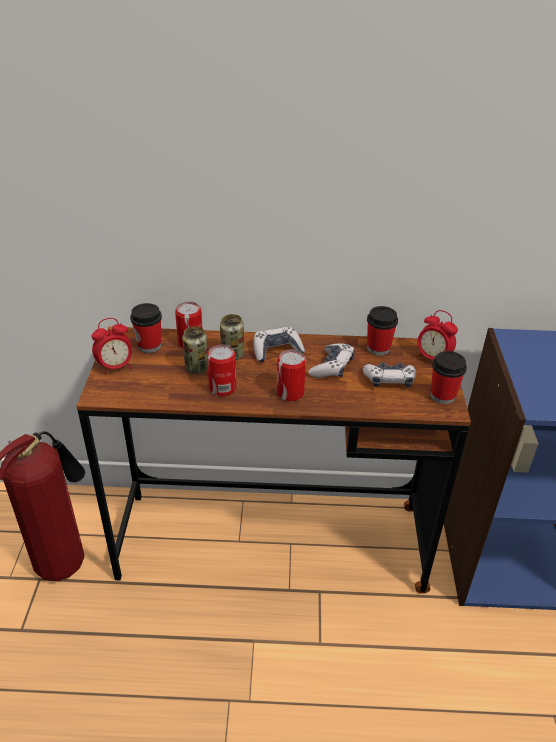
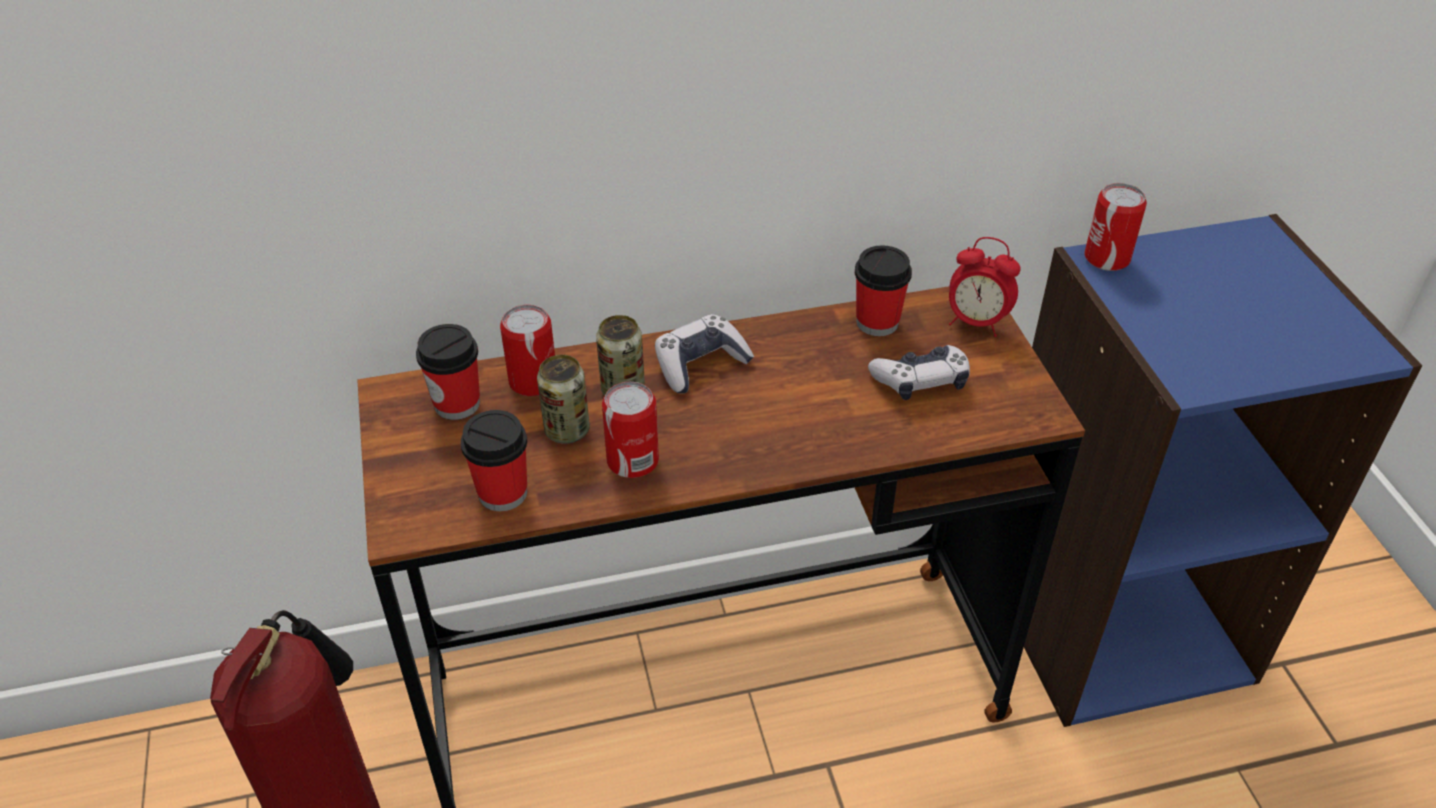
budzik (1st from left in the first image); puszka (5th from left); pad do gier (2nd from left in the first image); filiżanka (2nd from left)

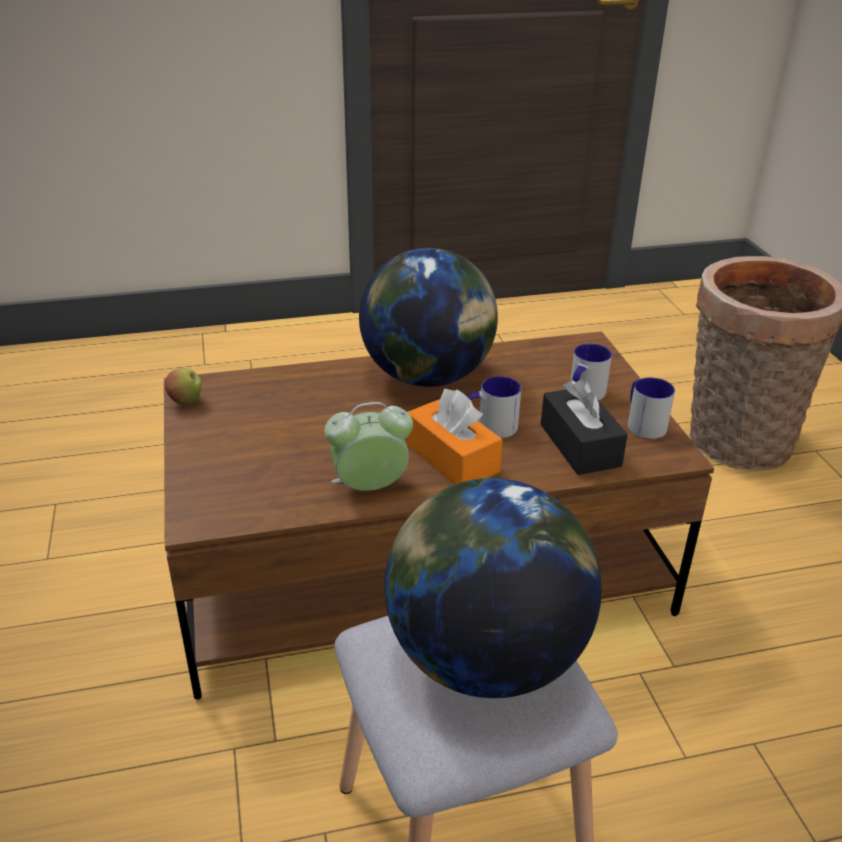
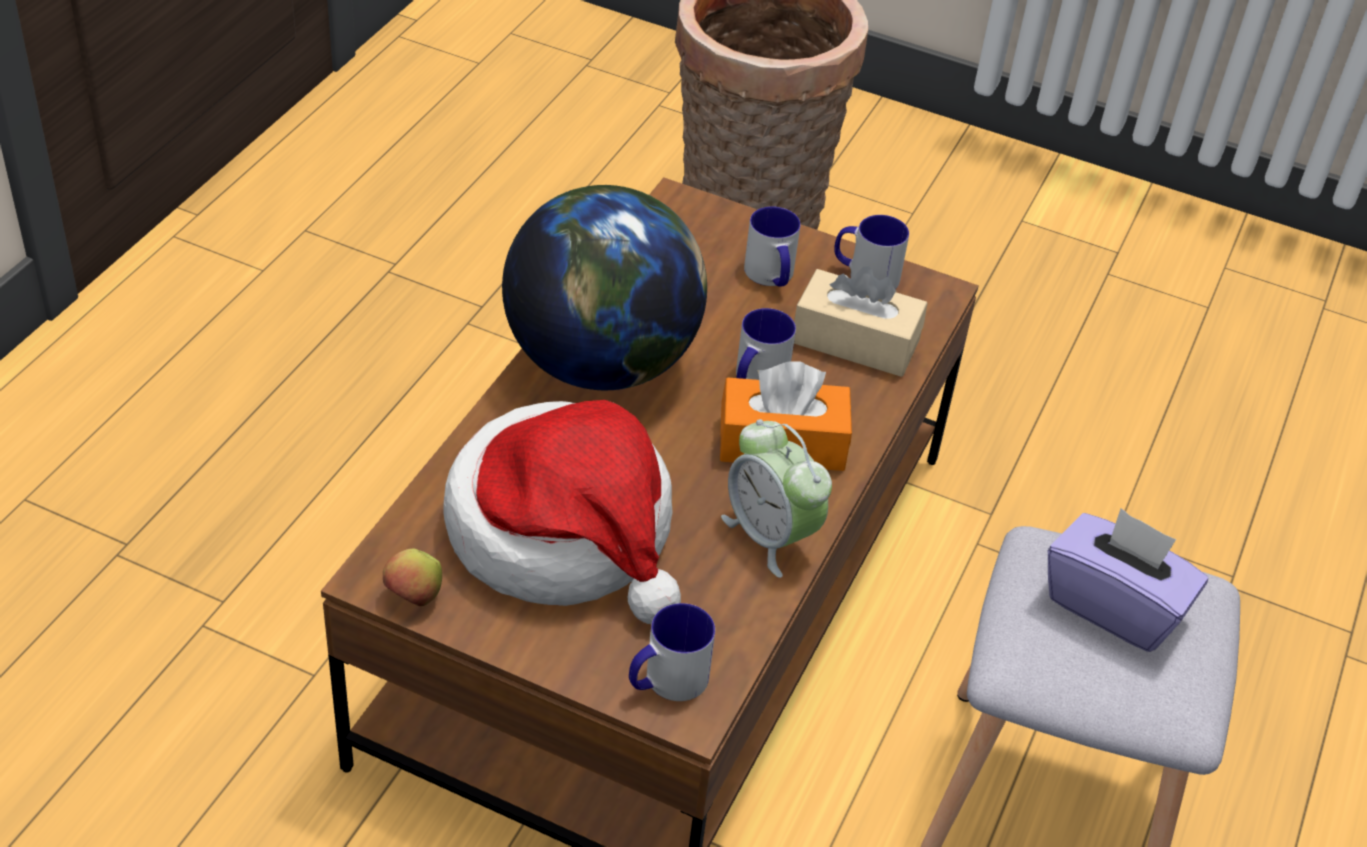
budzik; pudełko chusteczek (fioletowy); pudełko chusteczek (beżowy); kapelusz; kubek (1st from left)

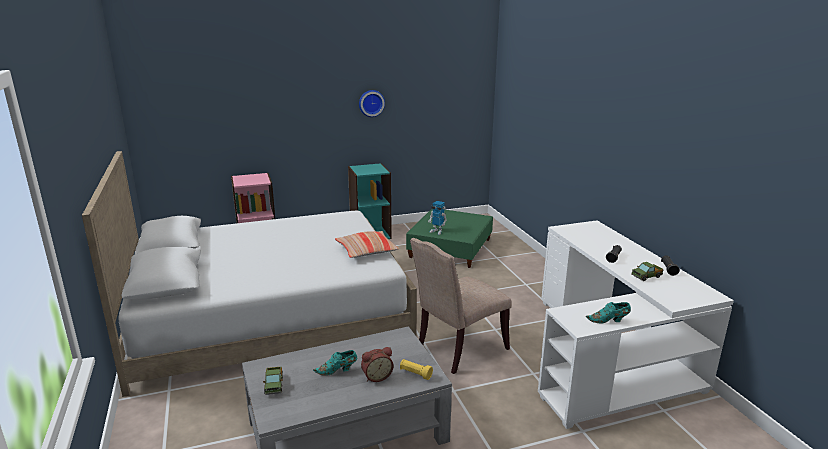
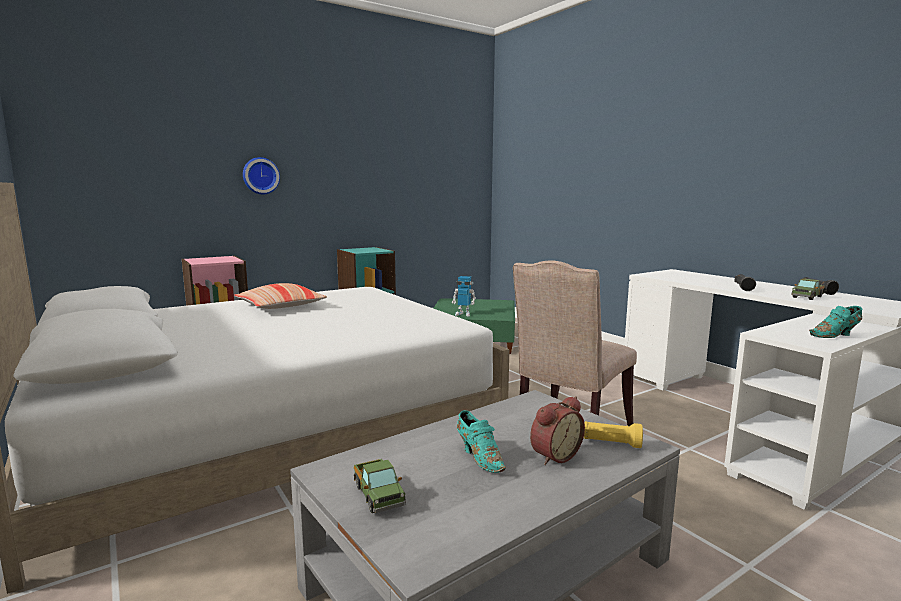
but (turkusowy) (1st from left); poduszka; zegar ścienny

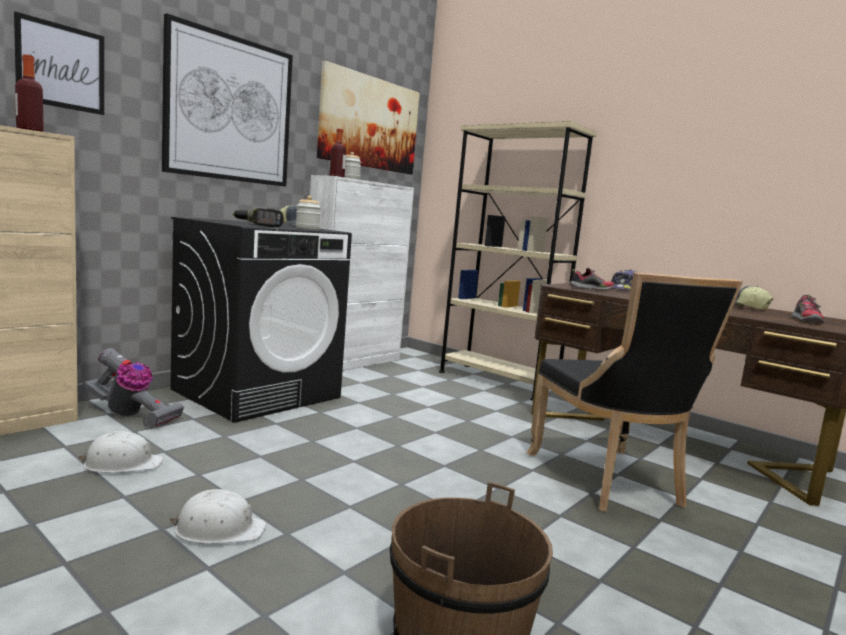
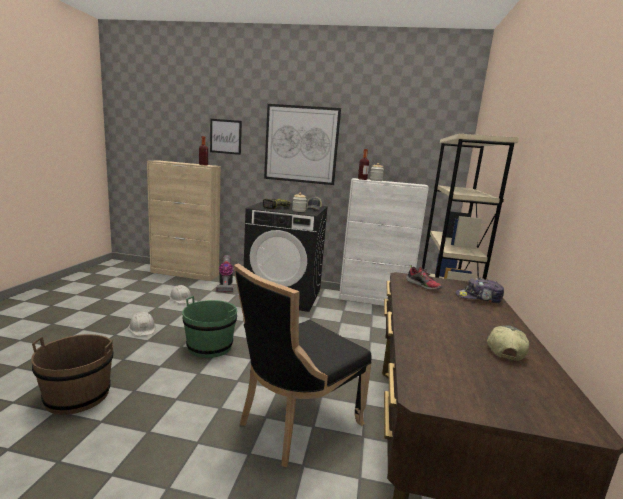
obraz (3rd from left in the first image); but (2nd from left in the first image); wiadro (zielony)

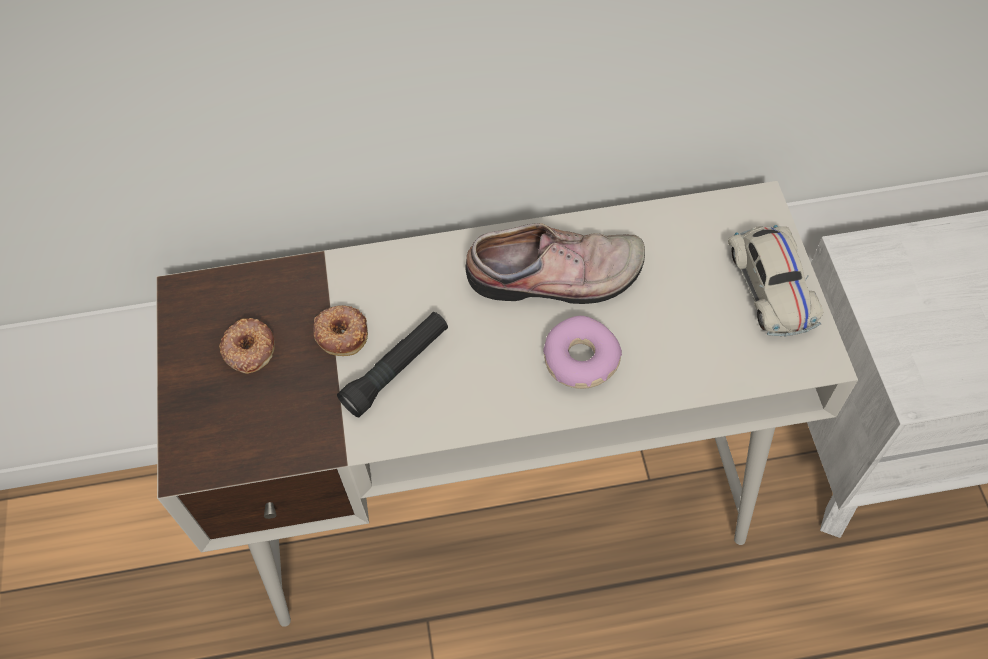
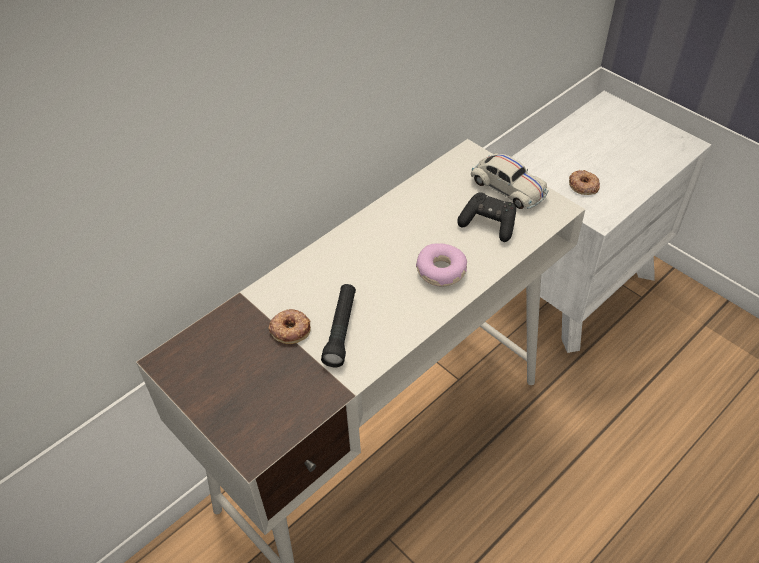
donut (3rd from left); but; pad do gier (czarny)

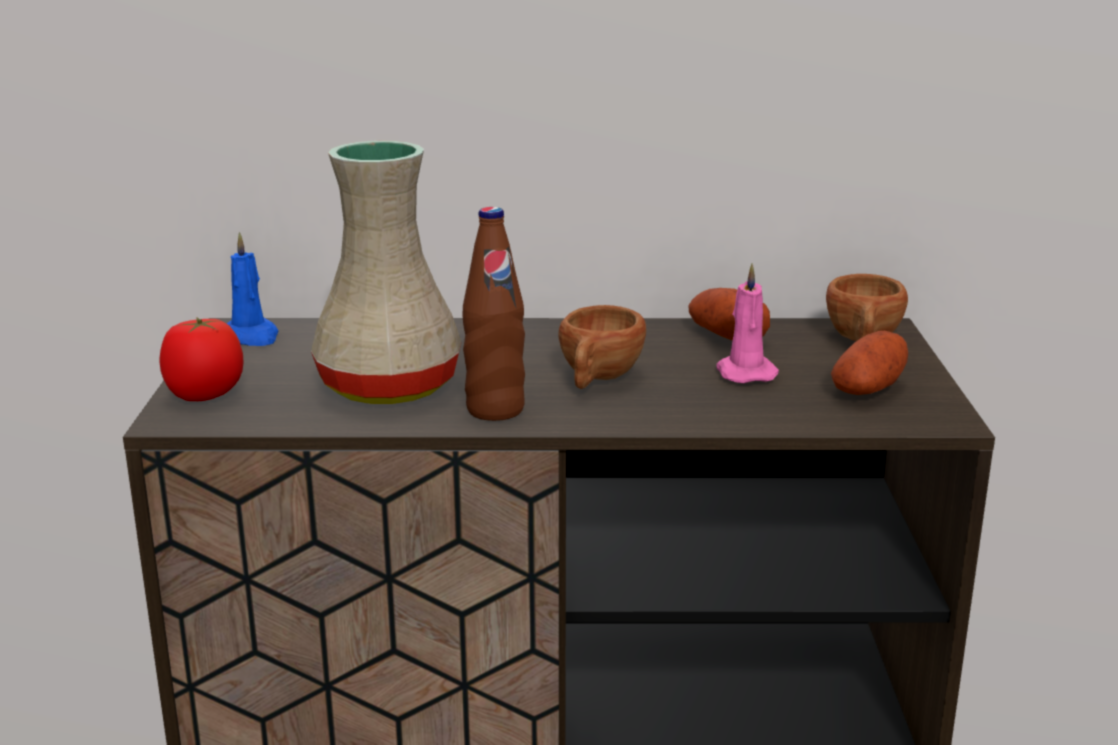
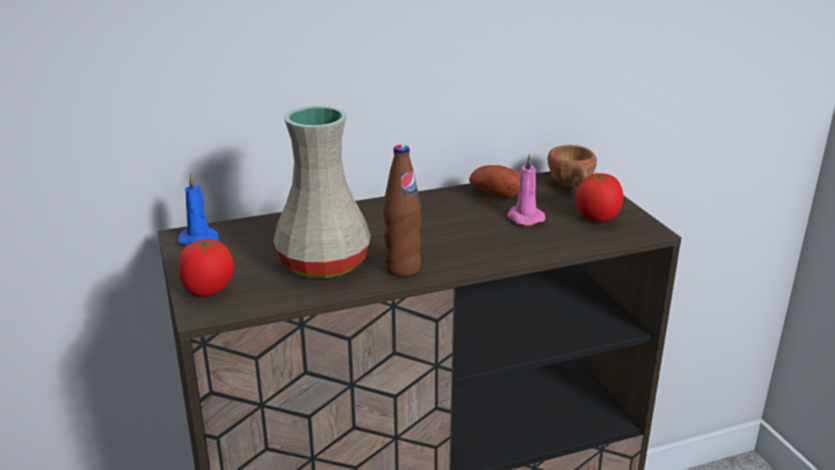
filiżanka (brązowy) (1st from left in the first image); pomidor (2nd from left)

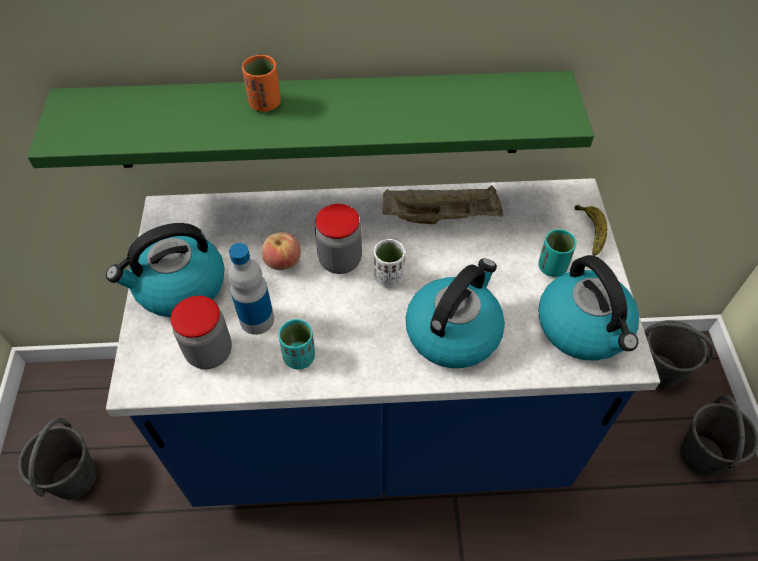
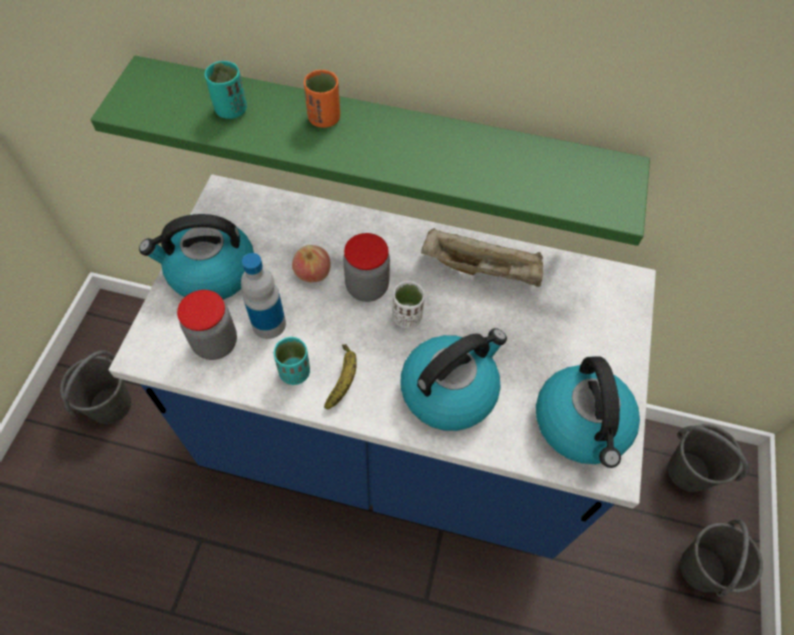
filiżanka (turkusowy) (1st from left); banan

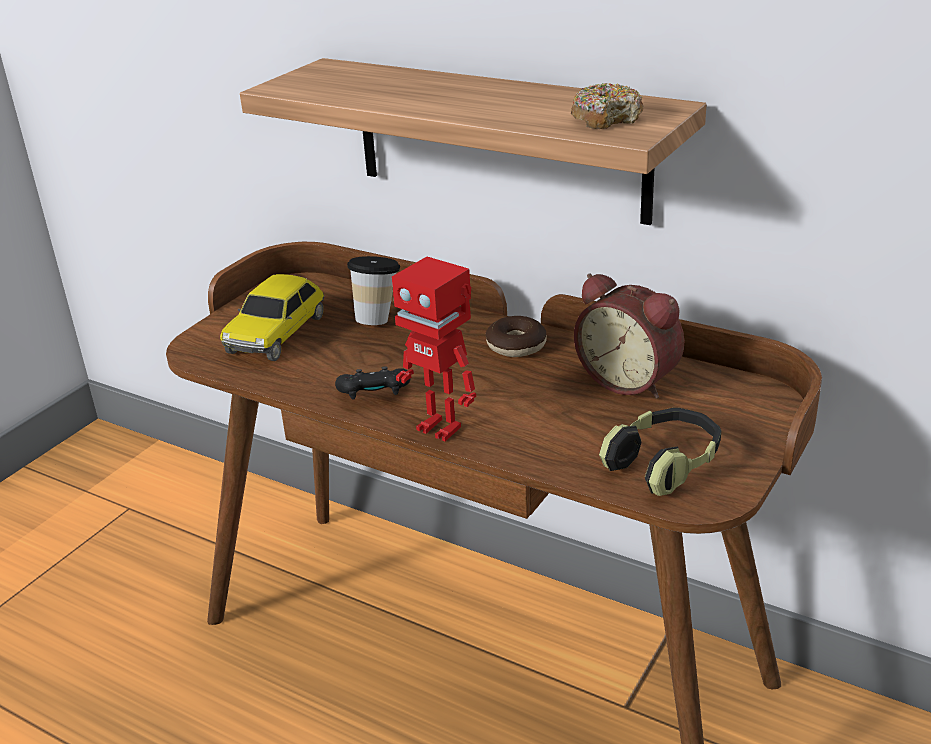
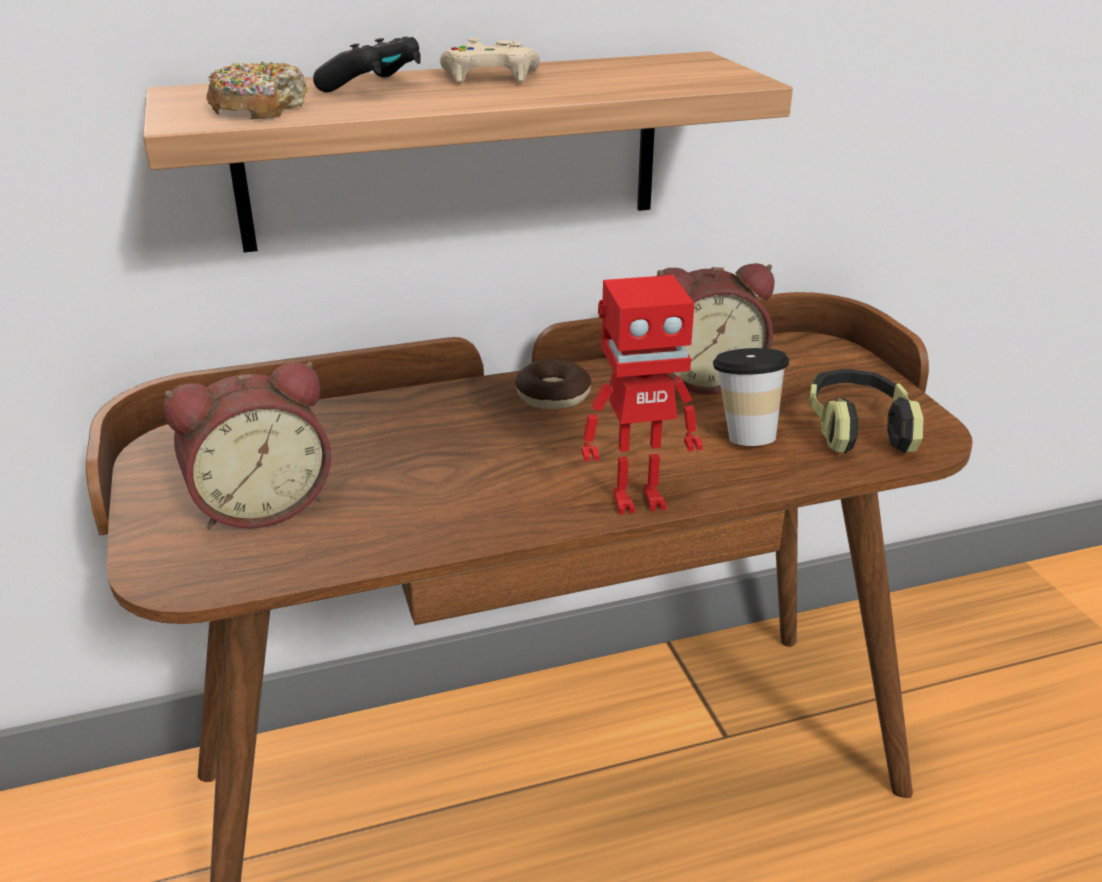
budzik (1st from left); pad do gier (czarny); filiżanka; donut (1st from left); pad do gier (beżowy)

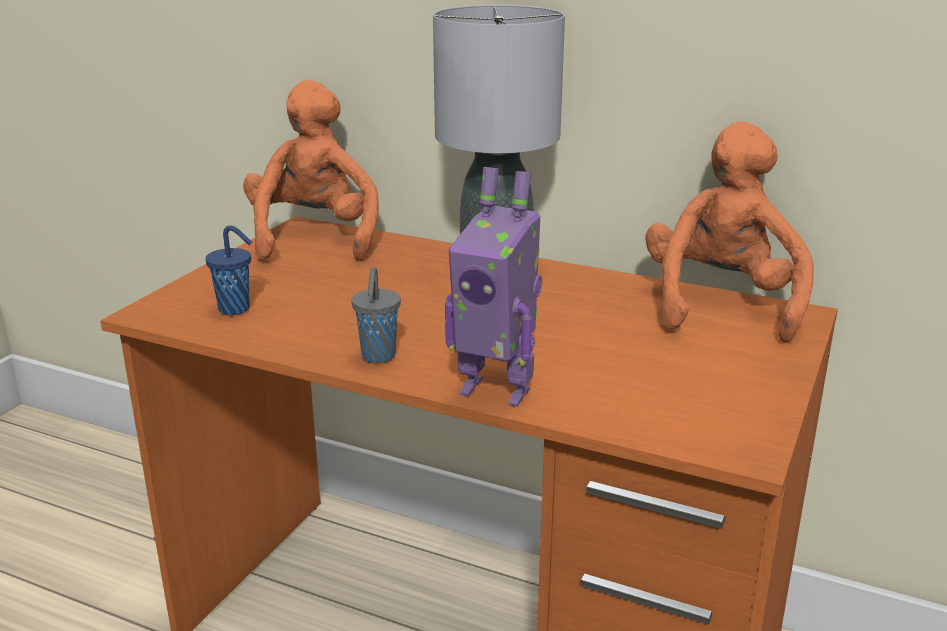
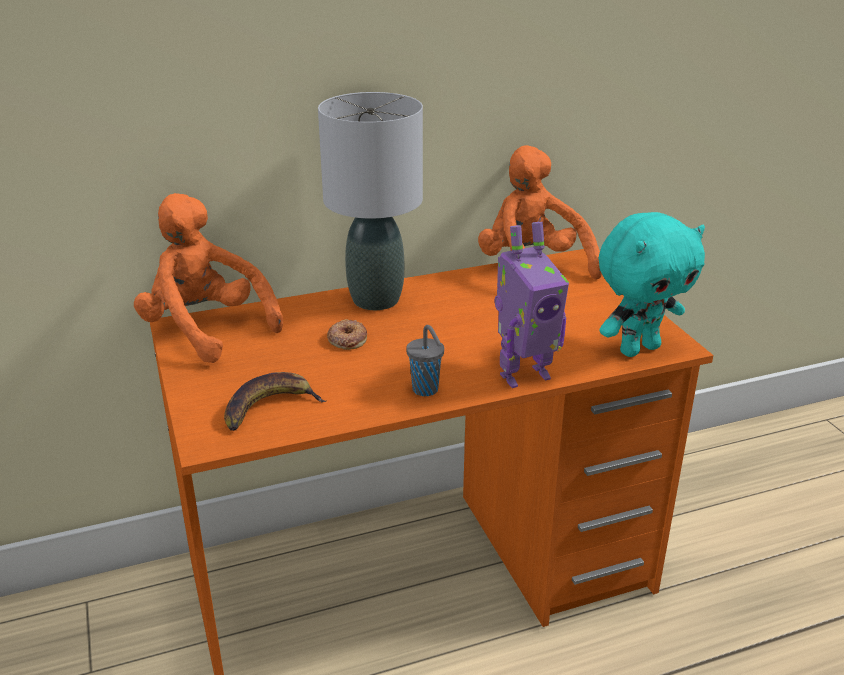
banan; donut; pluszak (turkusowy)

